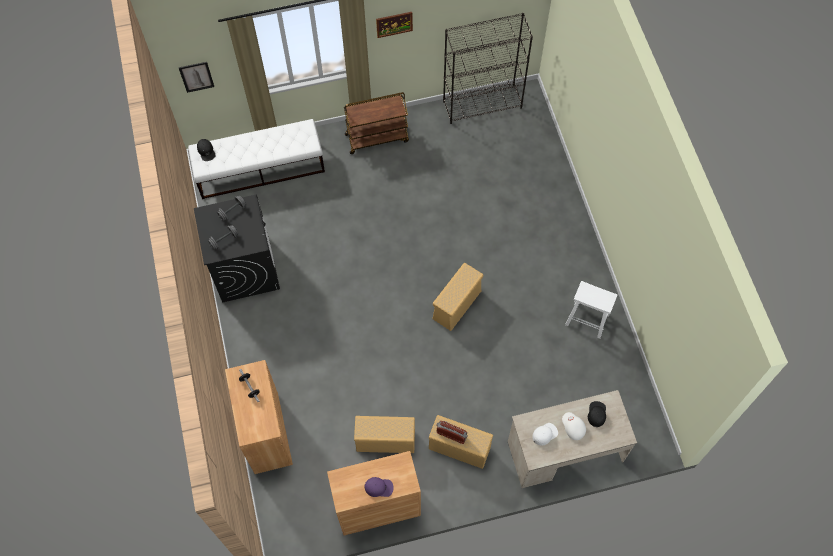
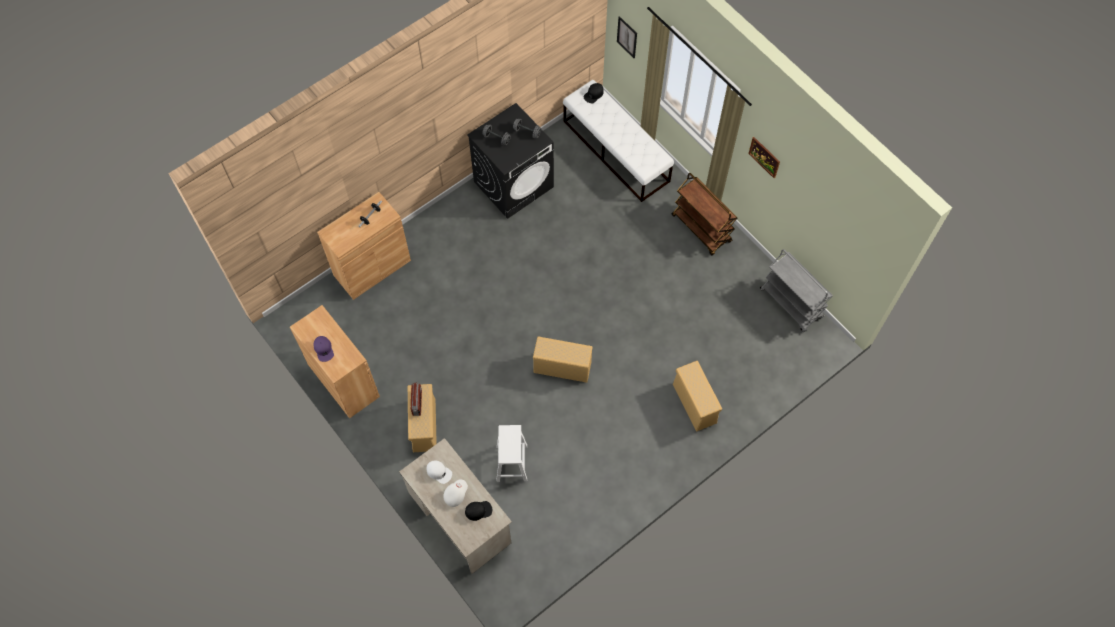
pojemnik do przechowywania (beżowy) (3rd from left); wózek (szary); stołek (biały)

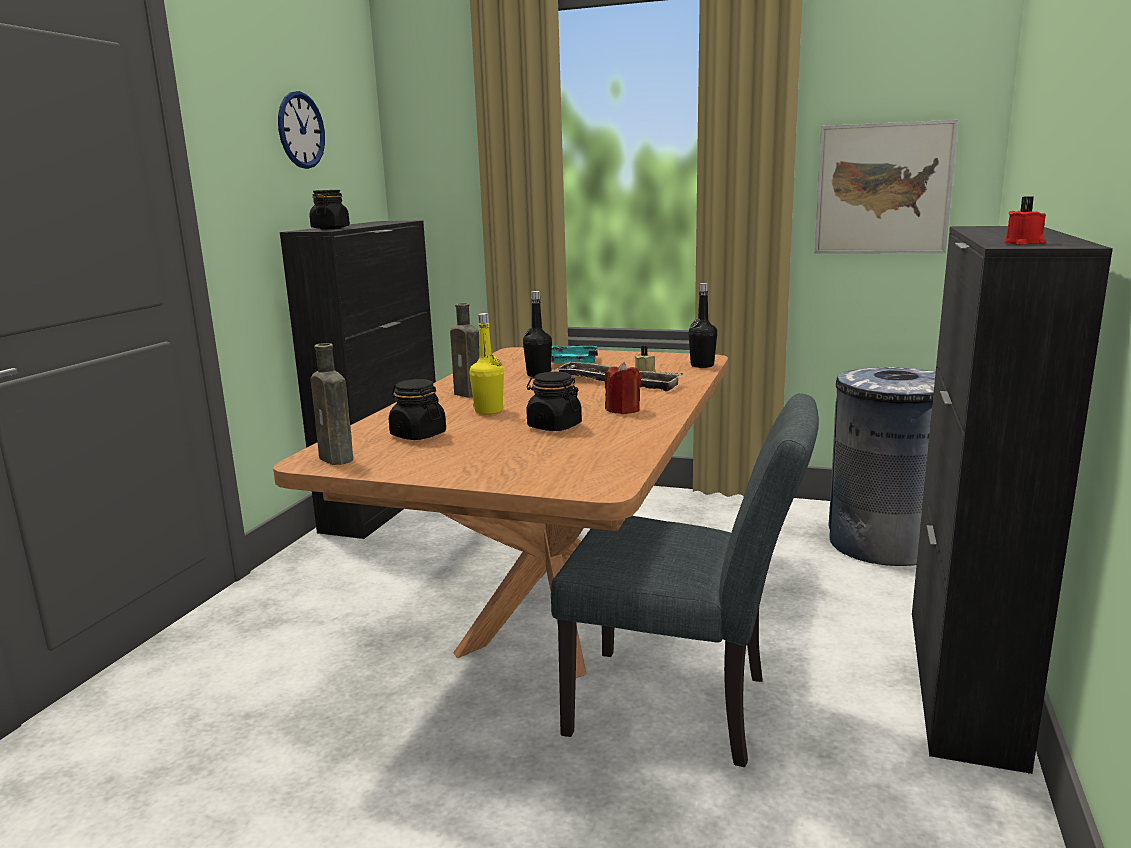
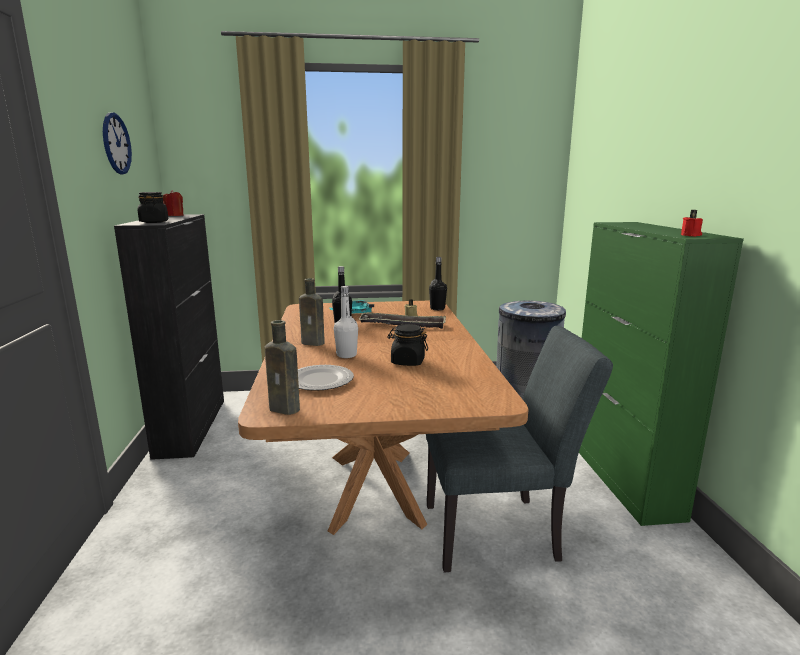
talerz; butelka (biały); świeca (czerwony) (1st from left); obraz; szafka (zielony)

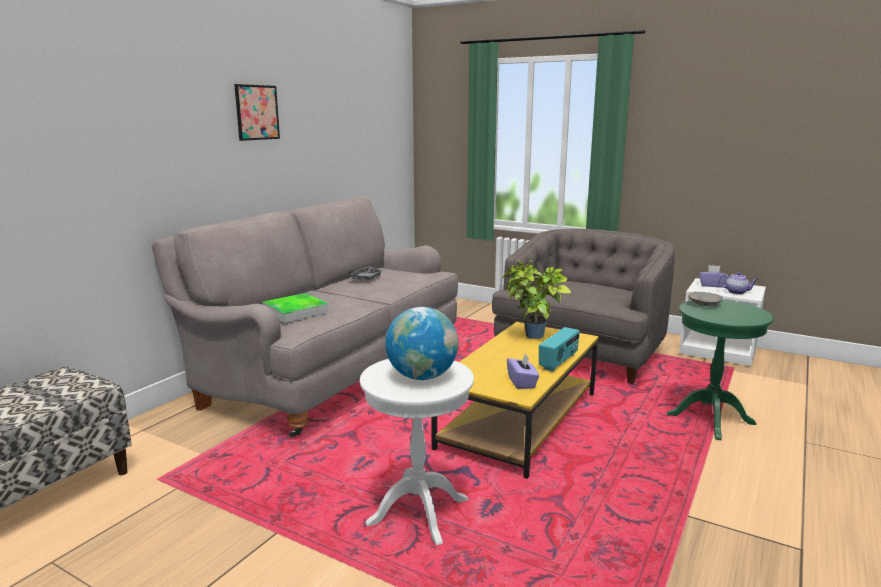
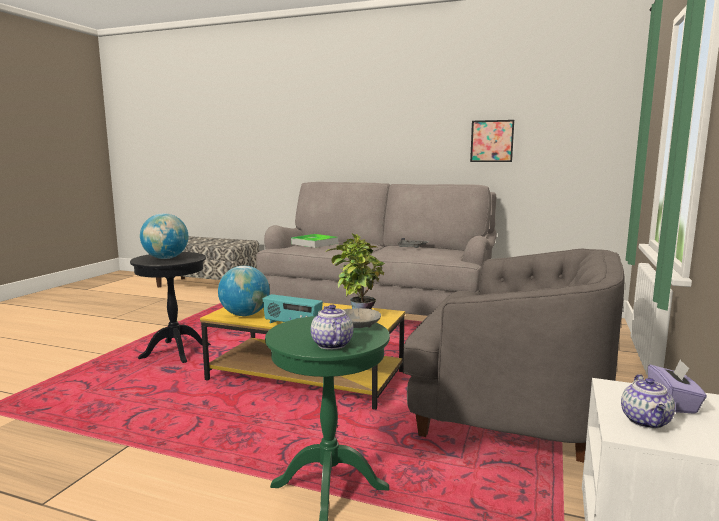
obraz; stolik (czarny); globus (2nd from left); imbryk (1st from left)

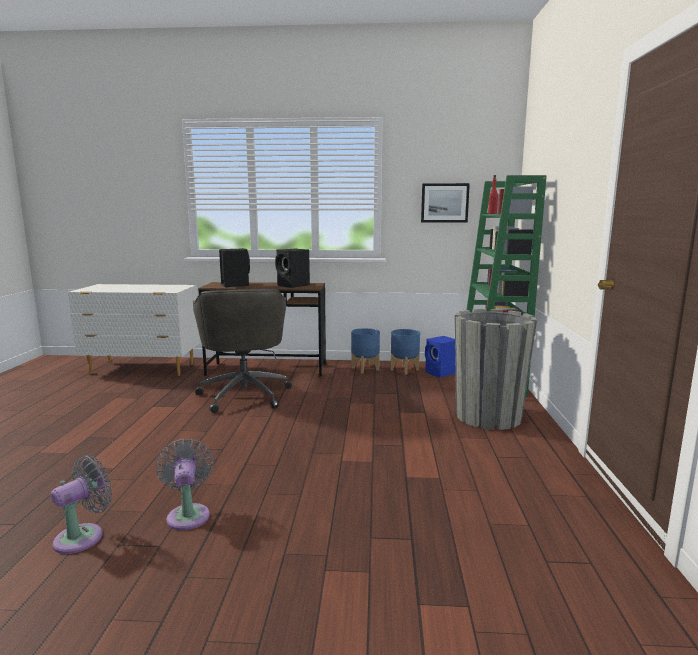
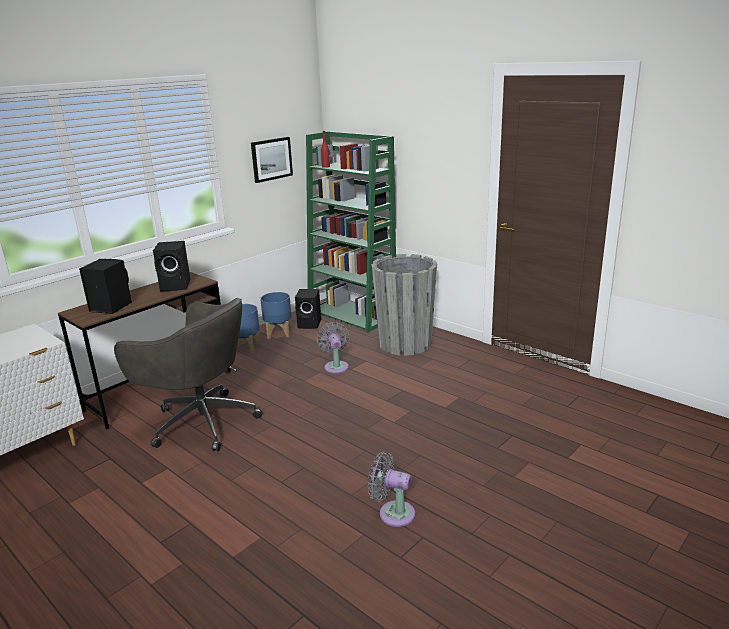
wentylator (szary) (1st from left); głośnik (czarny) (3rd from left)

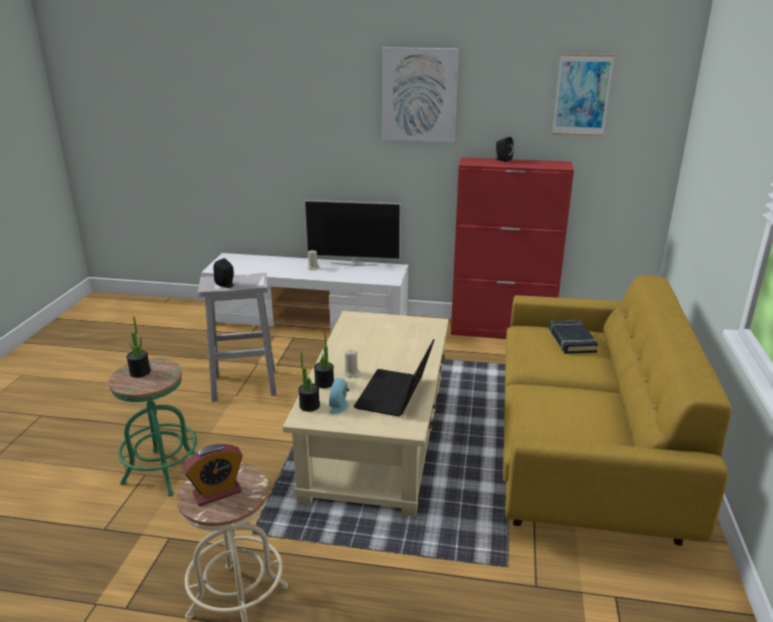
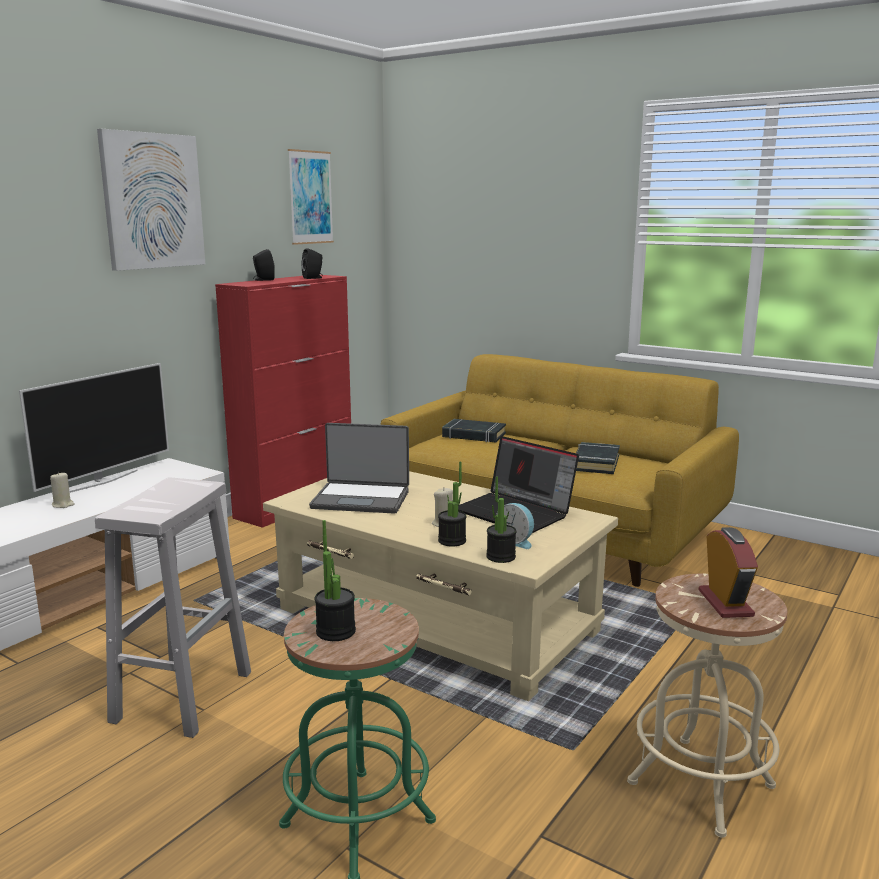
głośnik (czarny) (2nd from left); laptop (1st from left); książka (czarny) (2nd from left)

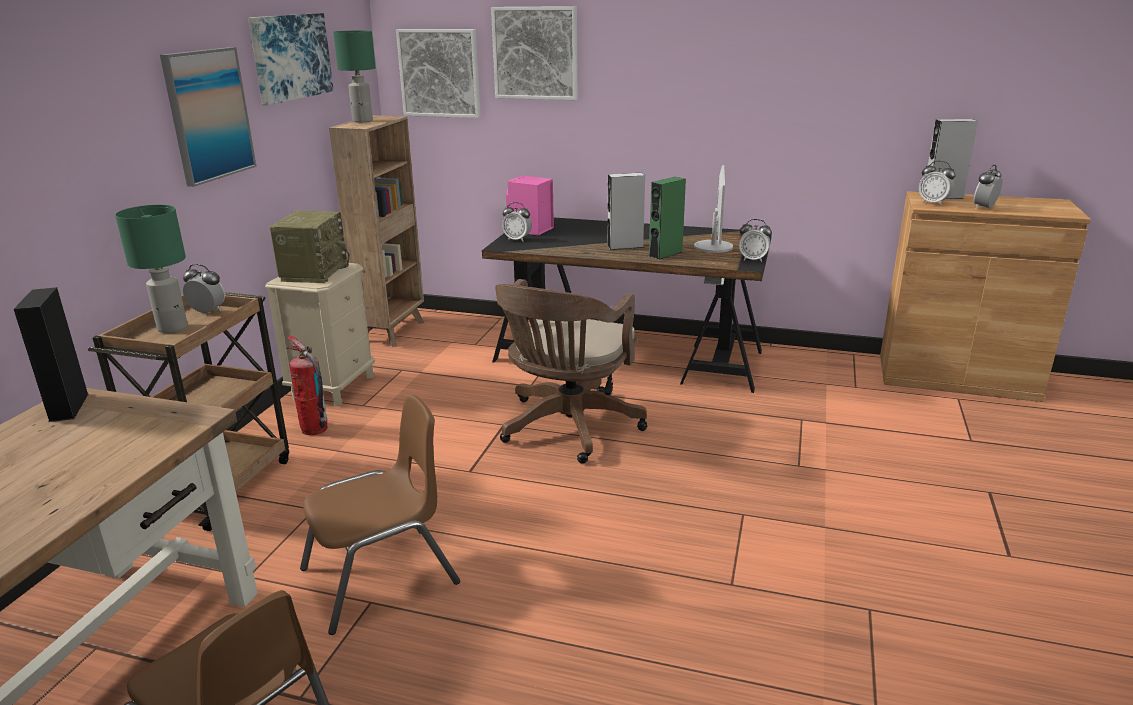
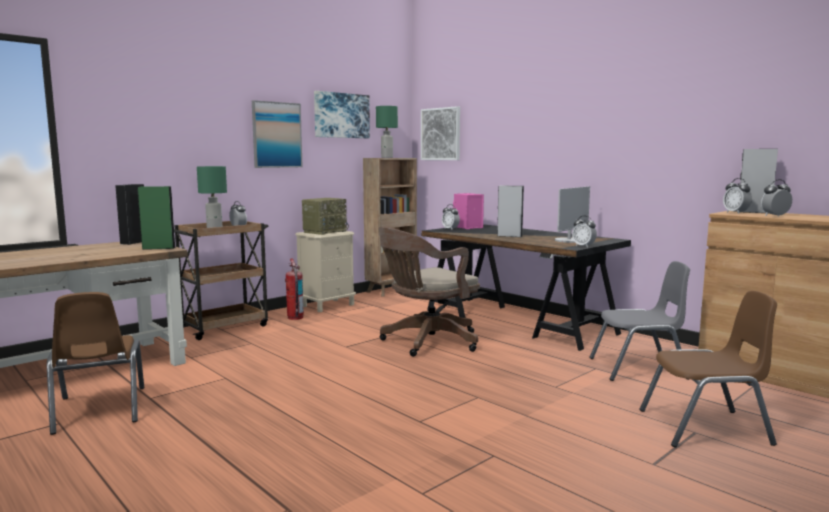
krzesło (brązowy) (2nd from left); obraz (4th from left in the first image); głośnik (zielony); krzesło (szary)

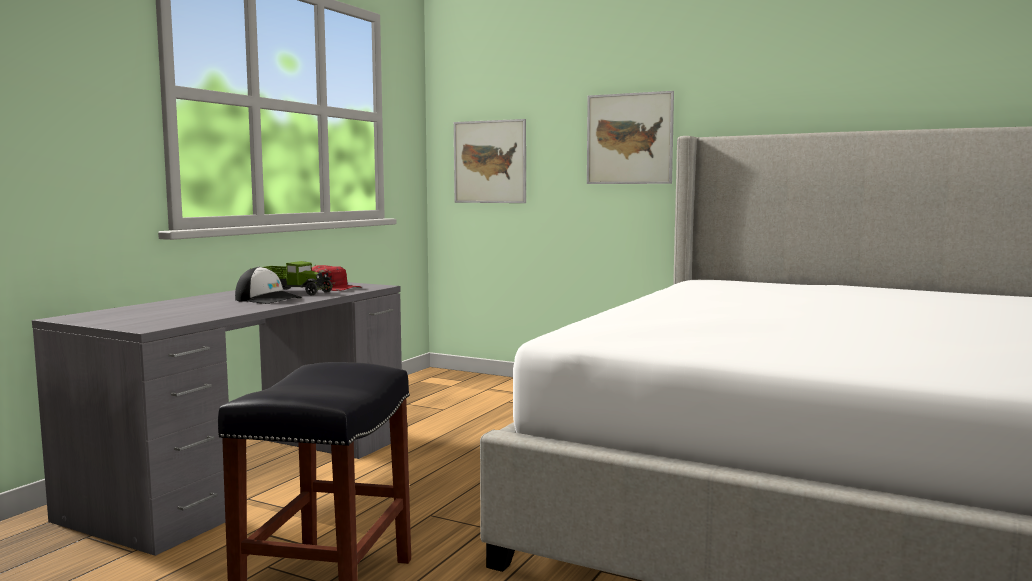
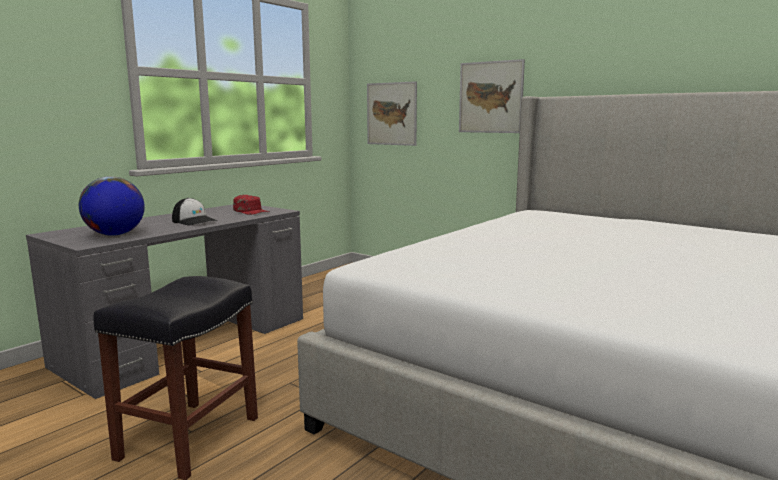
ciężarówka zabawkowa; globus

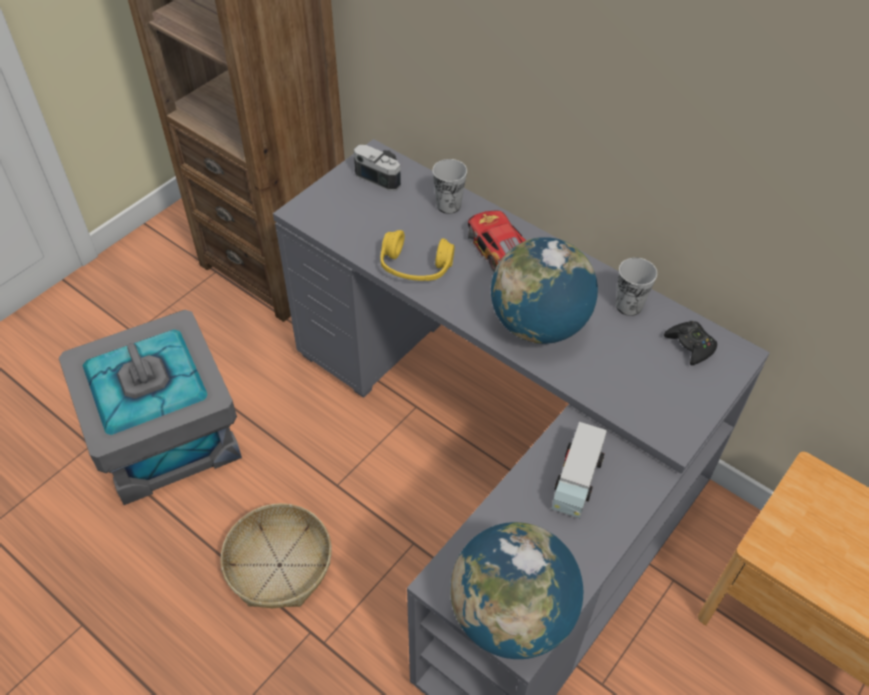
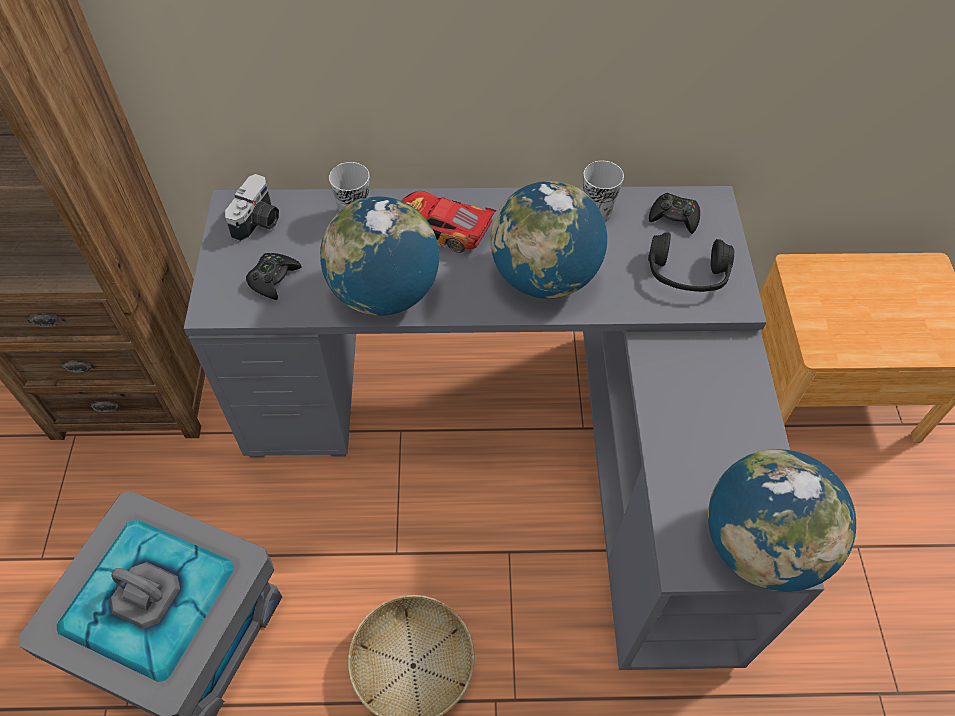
aparat fotograficzny; globus (1st from left); ciężarówka zabawkowa; pad do gier (czarny) (1st from left); słuchawki (czarny)

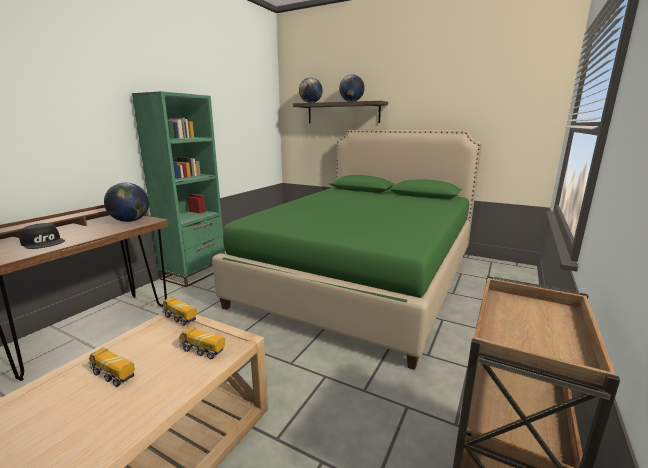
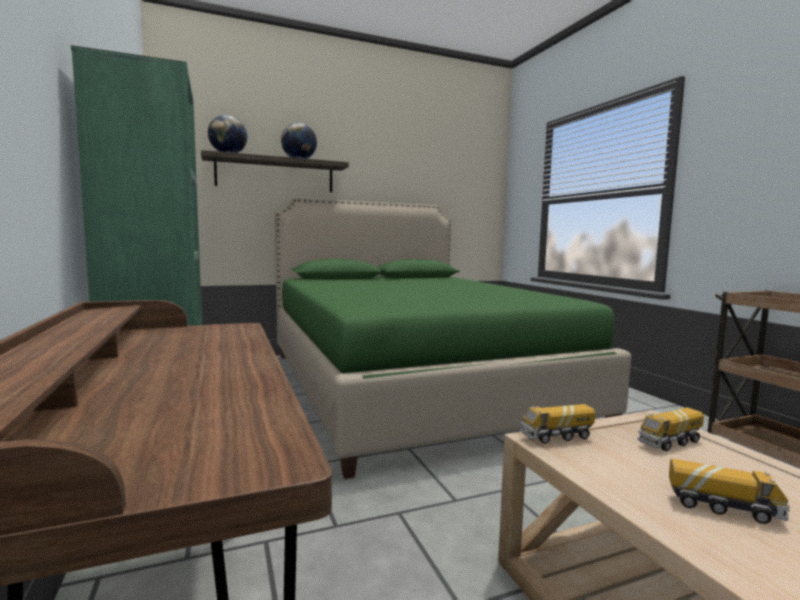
czapka z daszkiem (czarny); ciężarówka zabawkowa (3rd from left); globus (1st from left in the first image)

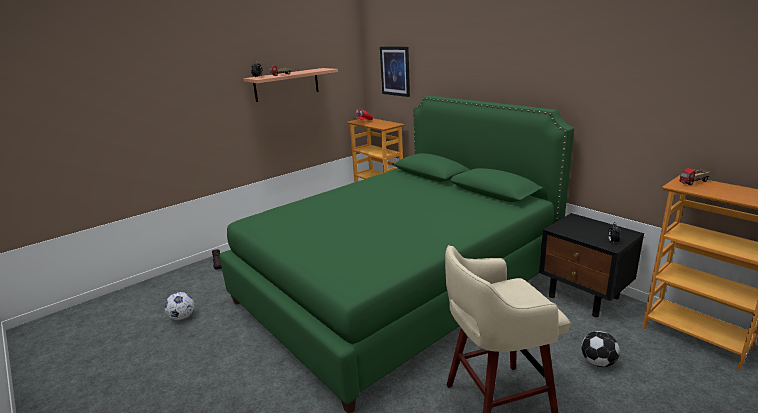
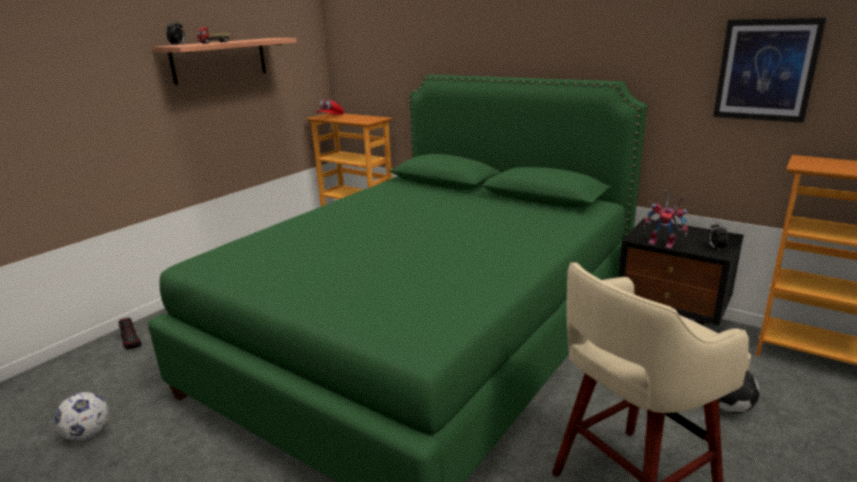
obraz; ciężarówka zabawkowa (2nd from left in the first image); robot zabawkowy

